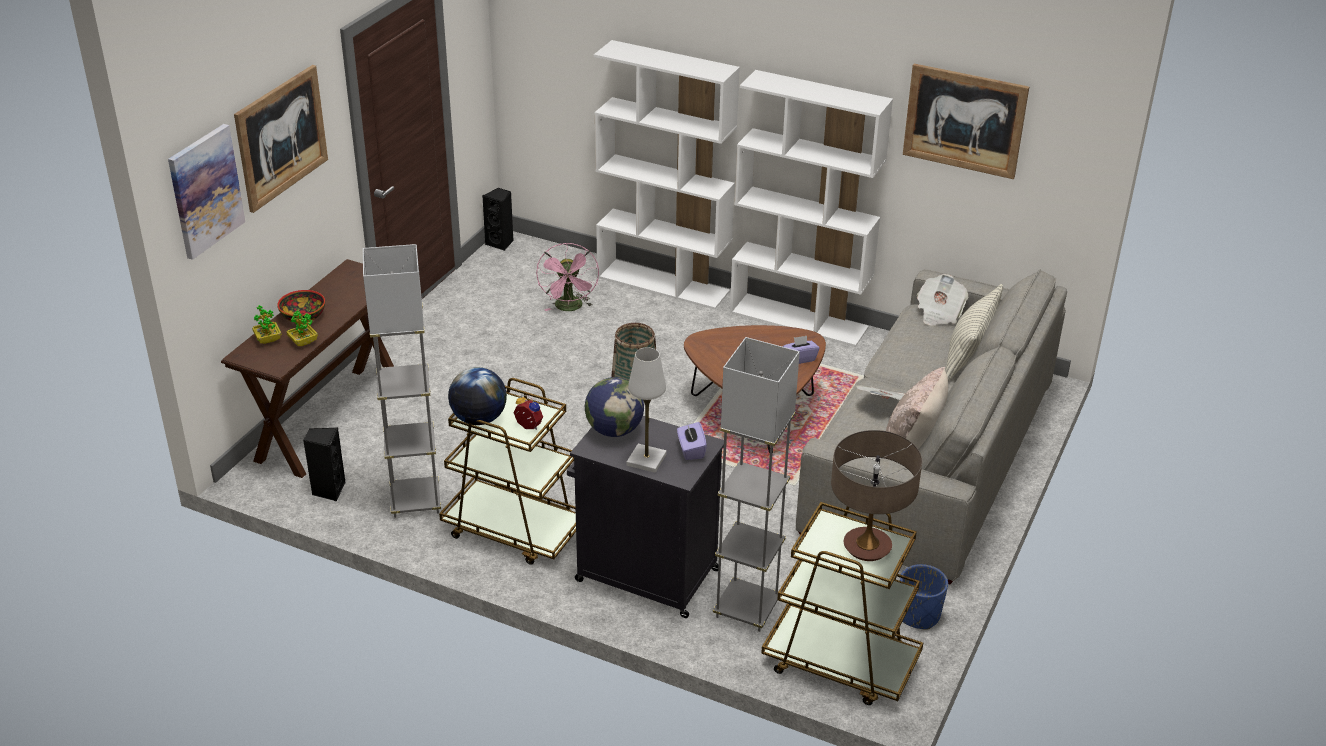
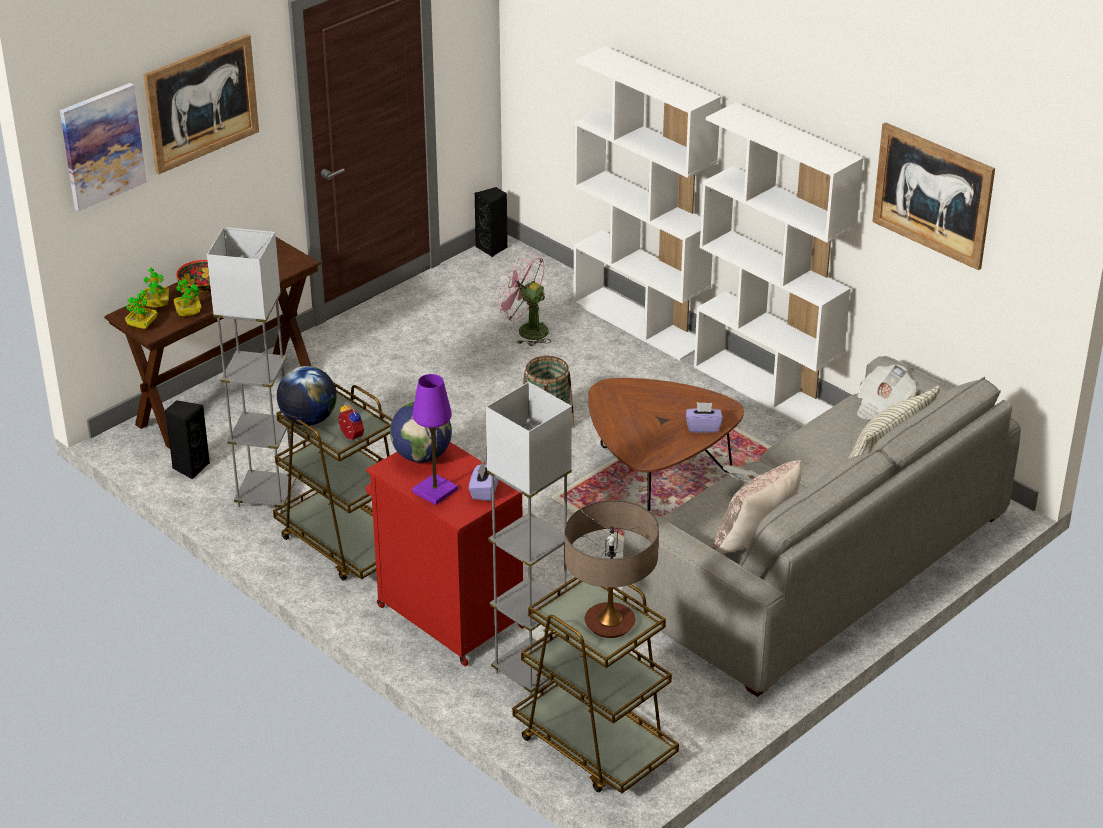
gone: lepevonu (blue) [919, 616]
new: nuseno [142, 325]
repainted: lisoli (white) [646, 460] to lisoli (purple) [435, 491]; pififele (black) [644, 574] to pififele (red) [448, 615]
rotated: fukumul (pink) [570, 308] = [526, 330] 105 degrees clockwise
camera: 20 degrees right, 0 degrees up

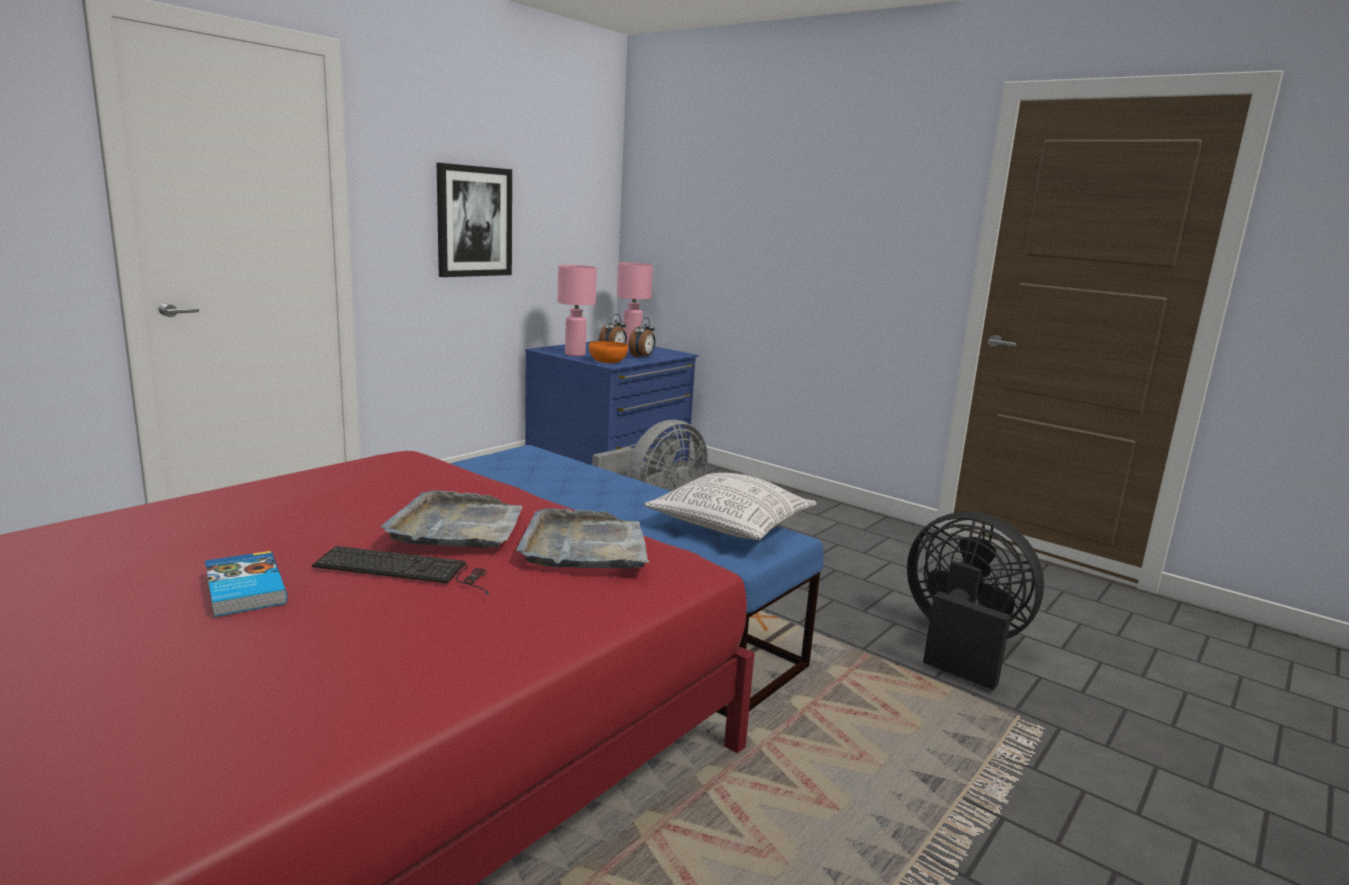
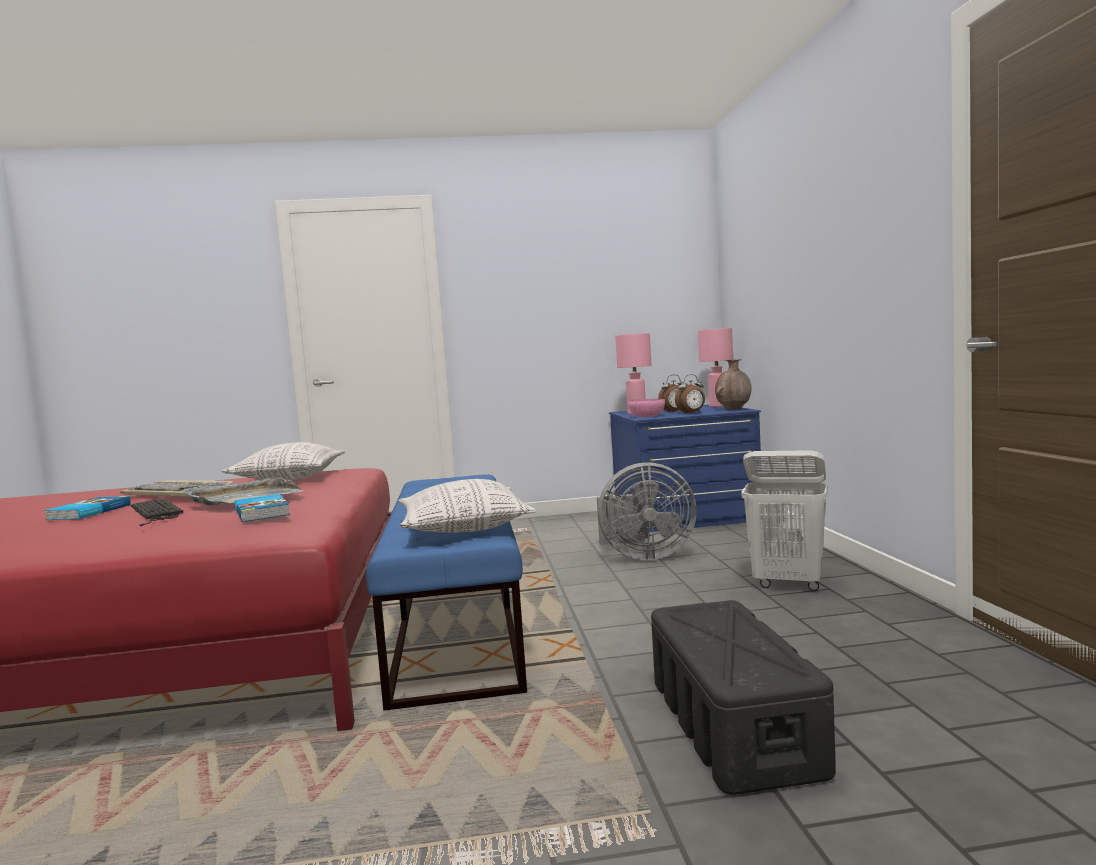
gone: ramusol [474, 221]
new: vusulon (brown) [734, 409]; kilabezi [289, 478]; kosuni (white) [788, 583]; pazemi [180, 493]
swapped: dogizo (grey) [585, 546] to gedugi [263, 512]; fukumul (black) [960, 645] to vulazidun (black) [732, 725]
repainted: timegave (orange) [607, 362] to timegave (pink) [646, 416]
camera: 45 degrees right, 10 degrees down

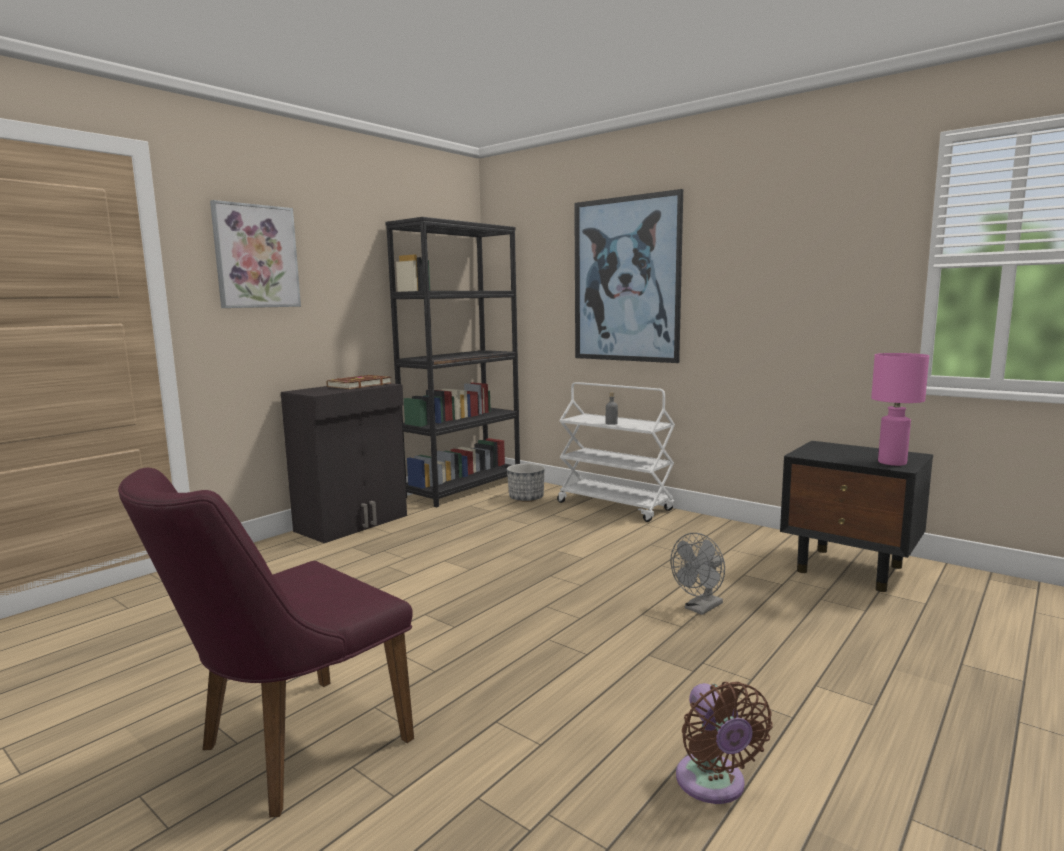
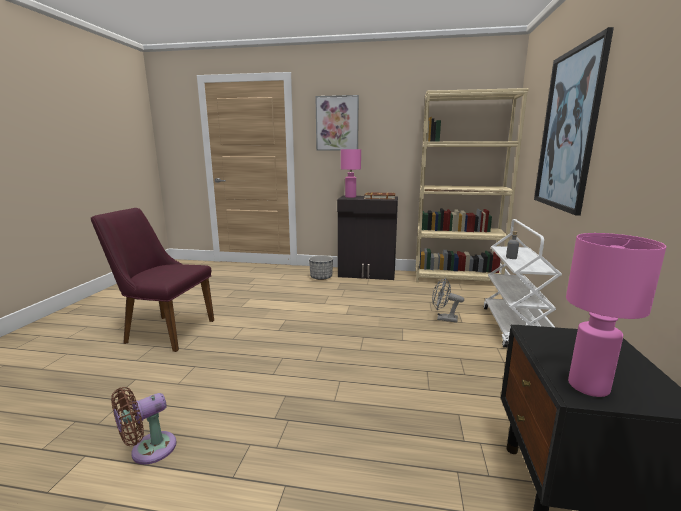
new: lisoli (pink) [350, 197]
shifted: lepevonu [526, 498] to [321, 277]; fukumul (grey) [700, 608] to [443, 319]
repainted: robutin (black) [464, 488] to robutin (beige) [456, 278]
camera: 60 degrees right, 5 degrees up

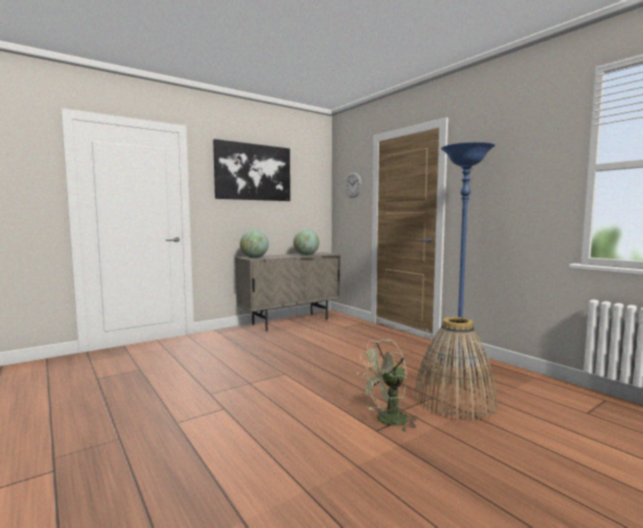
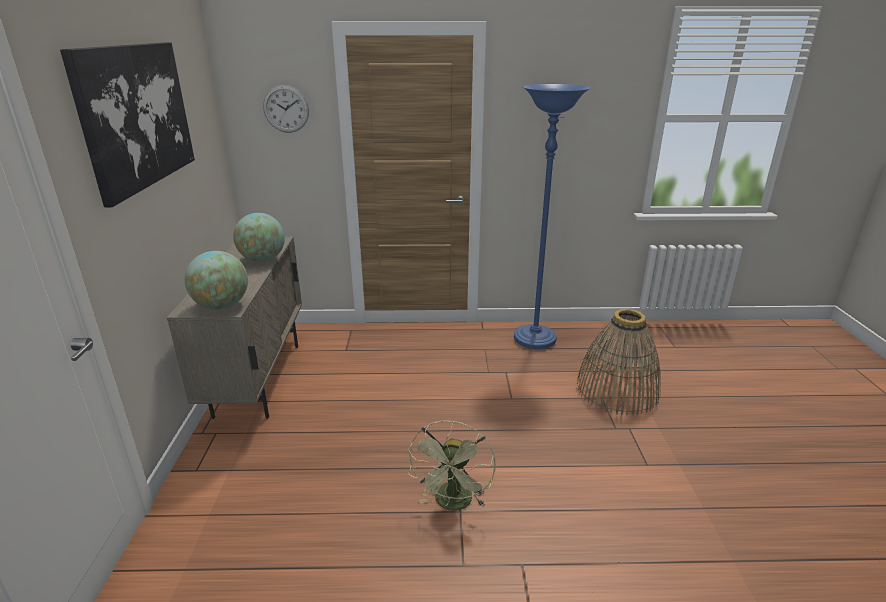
shifted: fukumul (green) [386, 420] to [453, 504]
camera: 55 degrees left, 20 degrees up

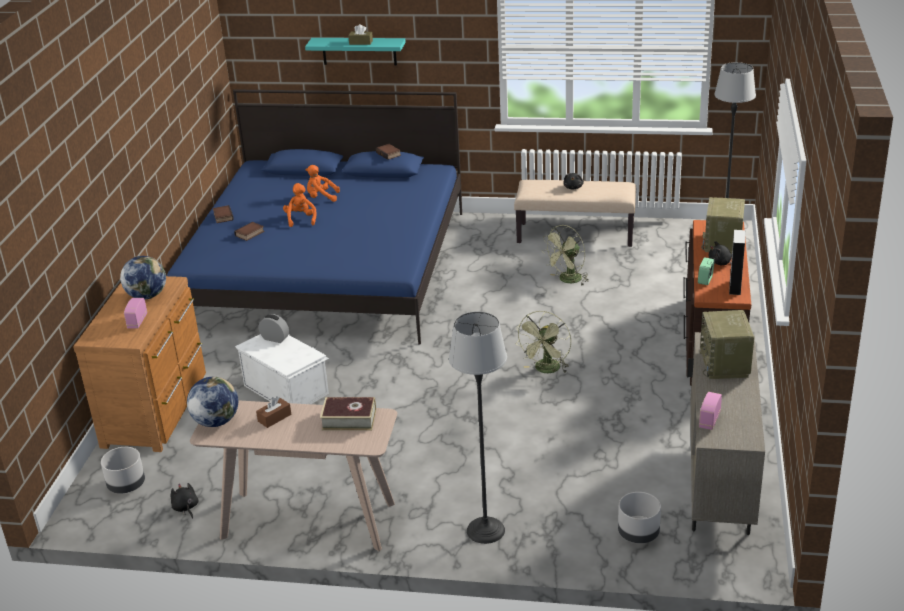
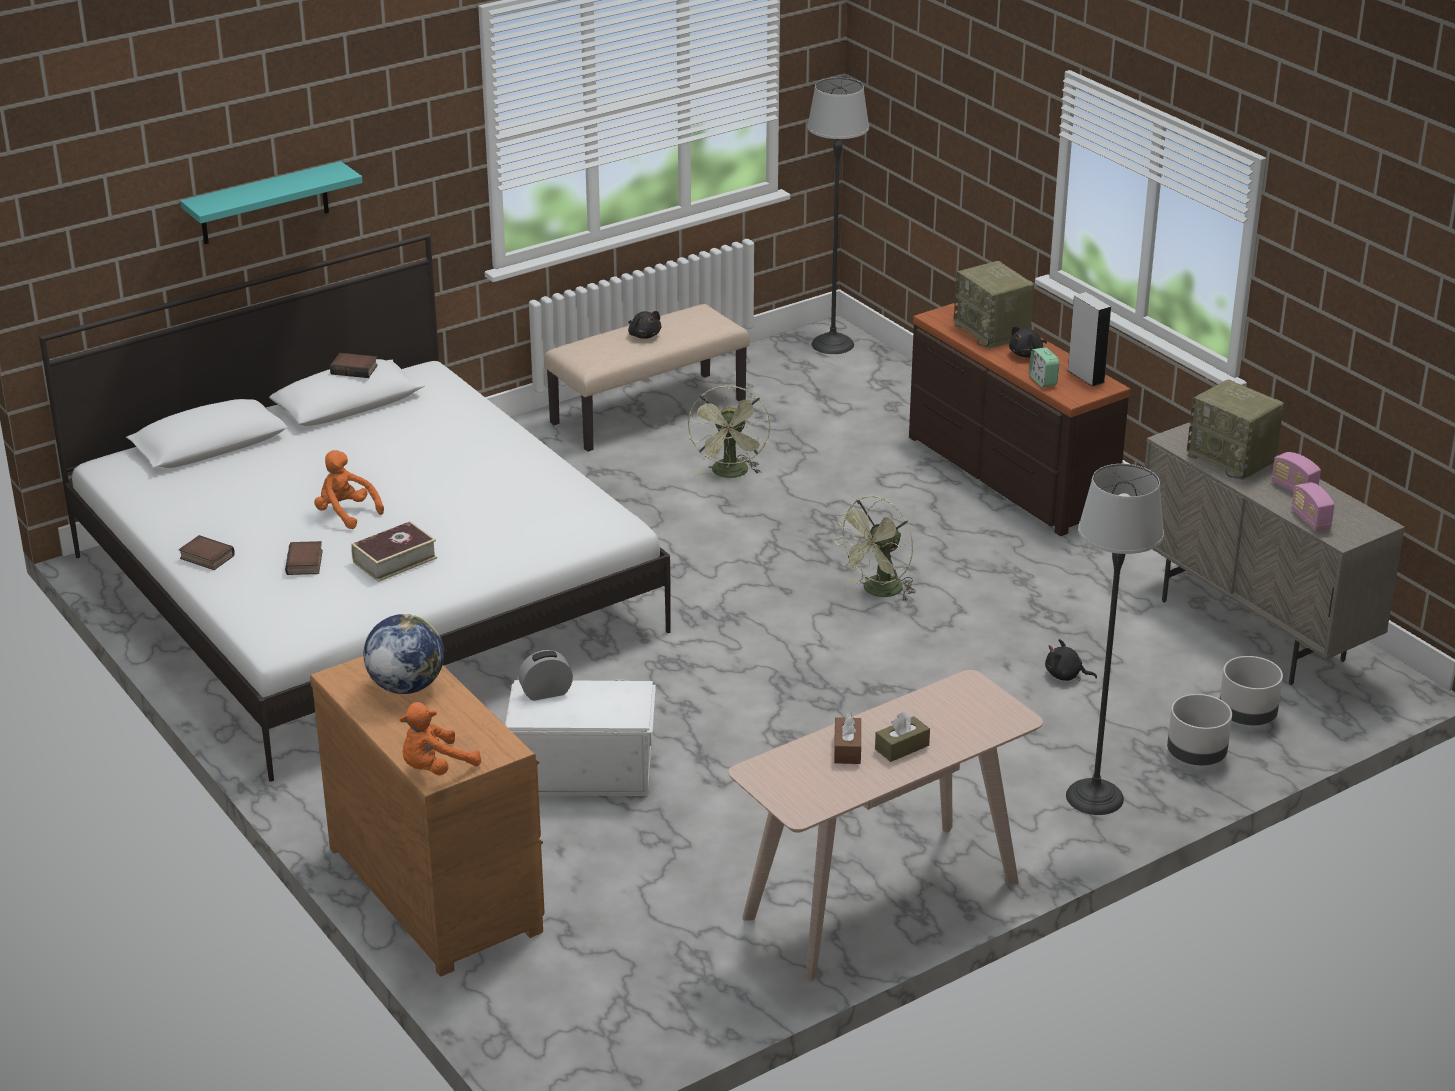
gone: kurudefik [216, 421]
shifted: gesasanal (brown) [361, 42] to [902, 747]; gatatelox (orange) [321, 197] to [435, 768]; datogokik [137, 321] to [1293, 489]; gedugi [349, 419] to [394, 560]; lepevonu (grey) [127, 485] to [1196, 754]; gatatelox (black) [185, 508] to [1065, 675]
repainted: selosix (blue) [328, 269] to selosix (white) [366, 592]
rotated: fukumul (green) [546, 370] = [878, 592] 60 degrees clockwise
camera: 45 degrees left, 0 degrees up

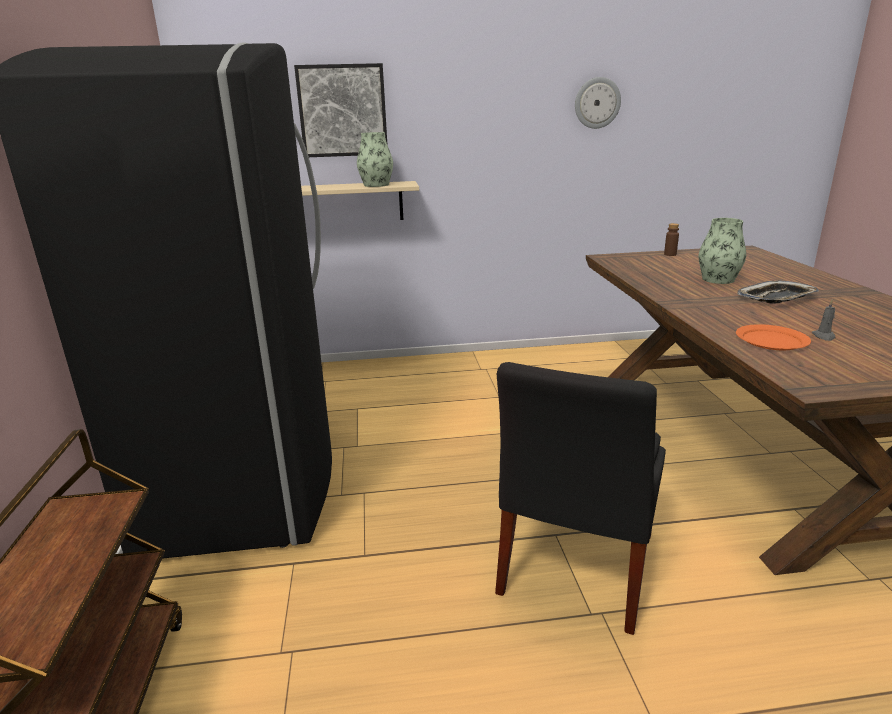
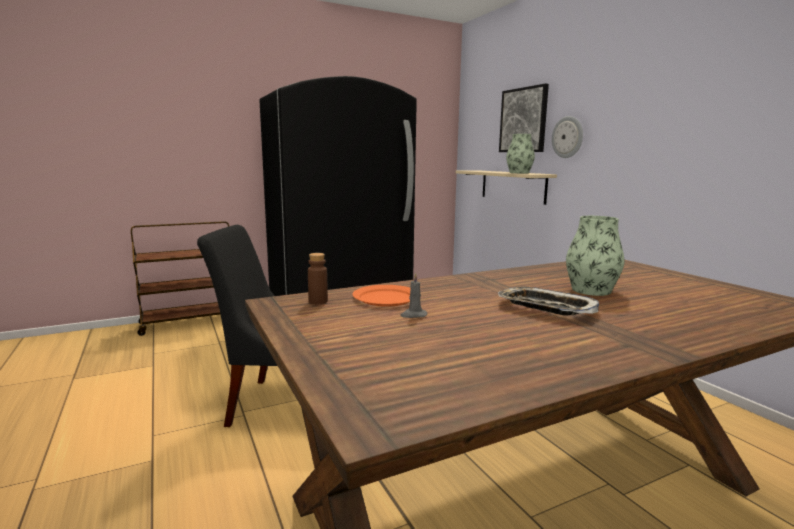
shifted: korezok [597, 103] to [568, 137]; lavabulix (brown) [670, 254] to [318, 301]
camera: 70 degrees right, 10 degrees down

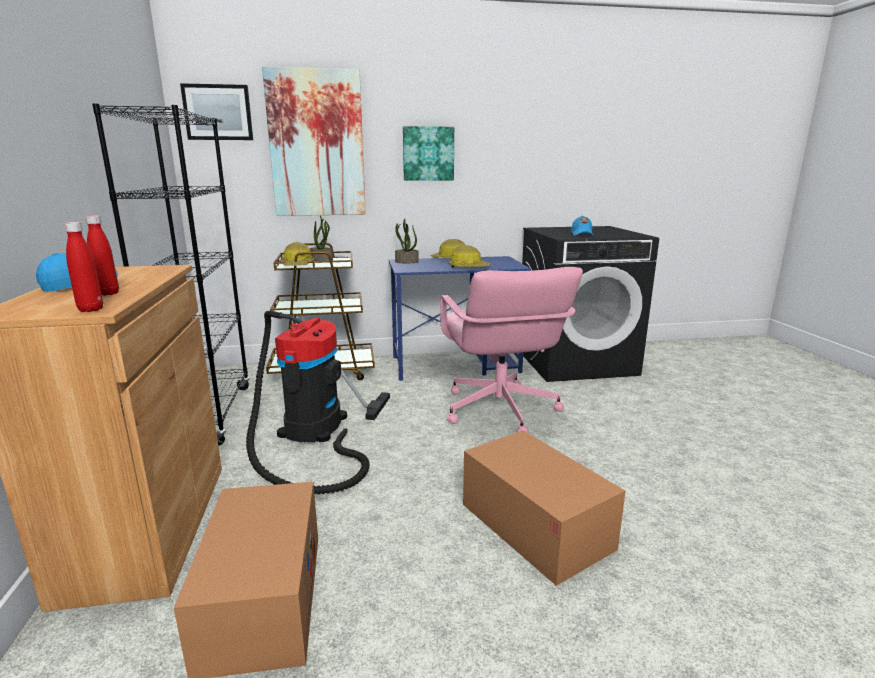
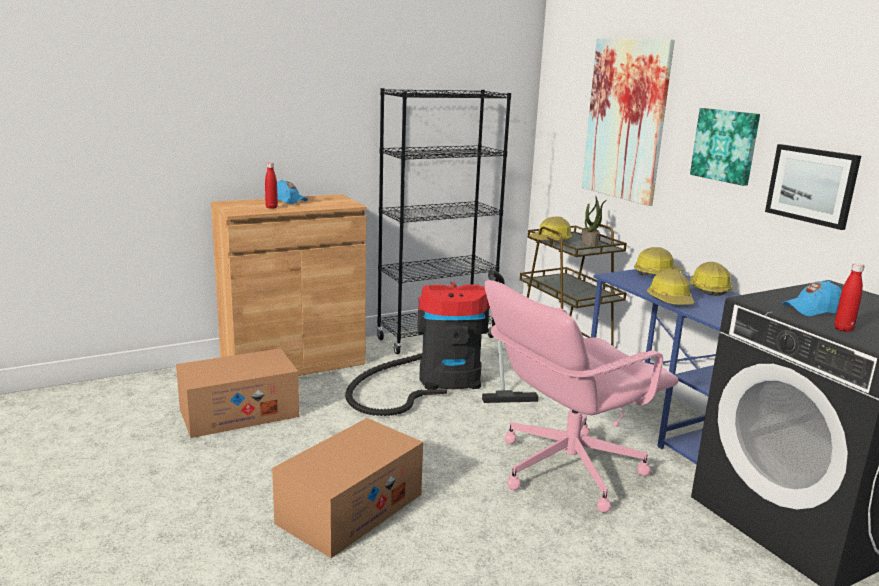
shifted: ramusol [218, 112] to [812, 185]; lavabulix (red) [91, 309] to [843, 329]
swapped: nuseno [406, 262] to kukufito [656, 273]
camera: 70 degrees right, 0 degrees up

